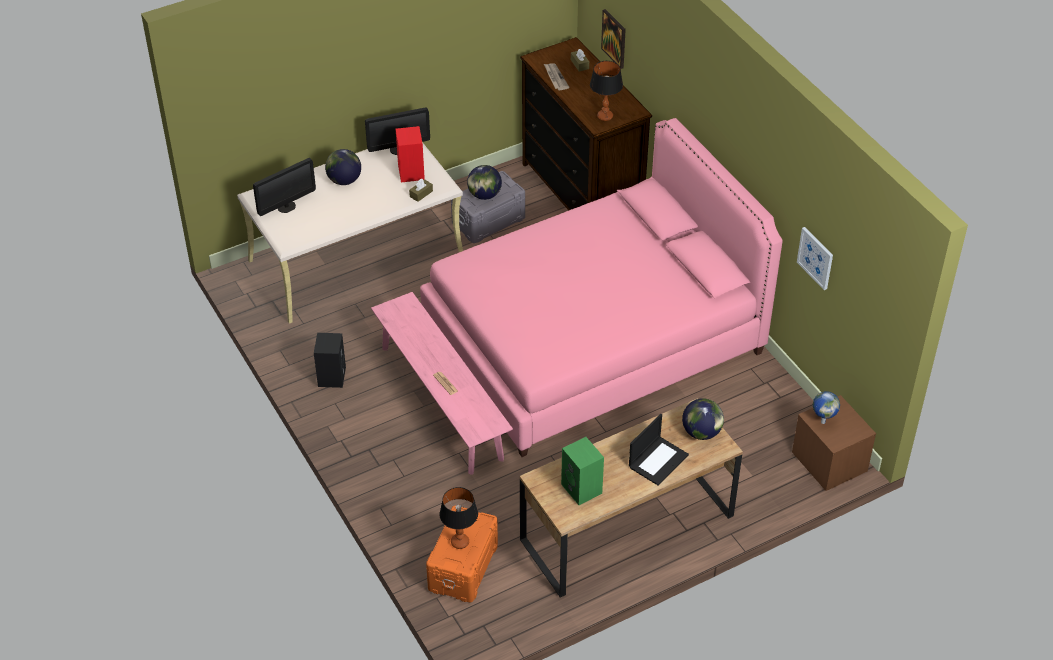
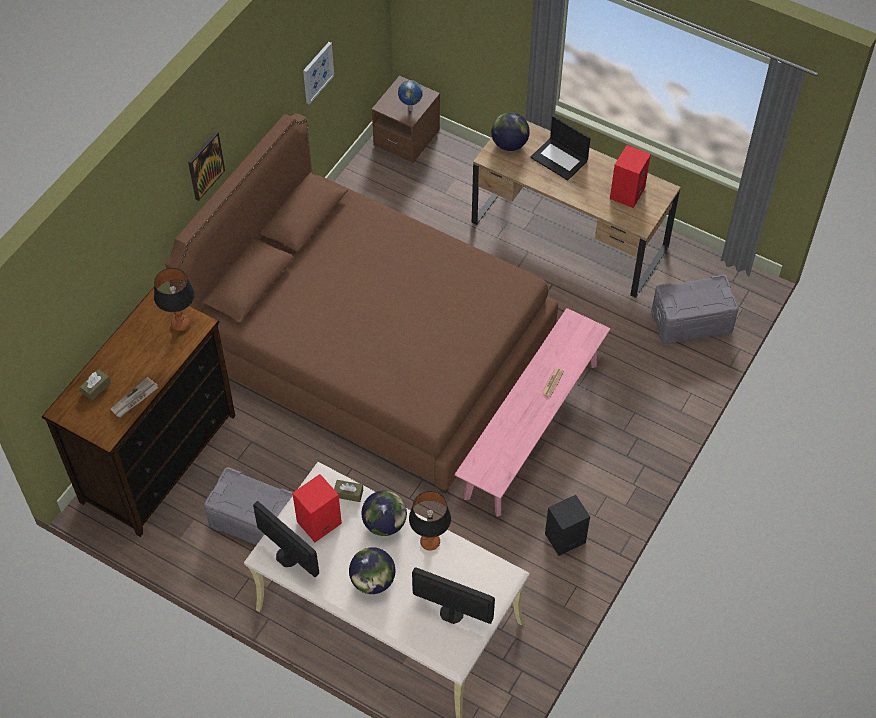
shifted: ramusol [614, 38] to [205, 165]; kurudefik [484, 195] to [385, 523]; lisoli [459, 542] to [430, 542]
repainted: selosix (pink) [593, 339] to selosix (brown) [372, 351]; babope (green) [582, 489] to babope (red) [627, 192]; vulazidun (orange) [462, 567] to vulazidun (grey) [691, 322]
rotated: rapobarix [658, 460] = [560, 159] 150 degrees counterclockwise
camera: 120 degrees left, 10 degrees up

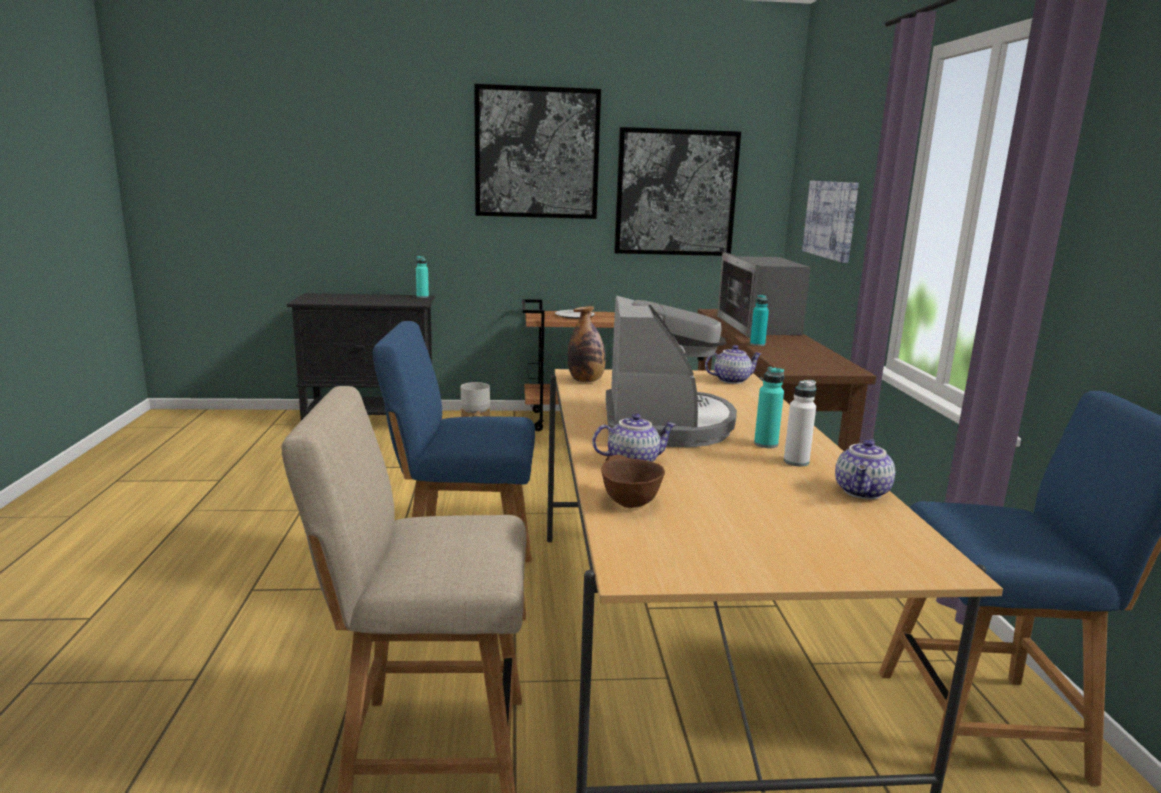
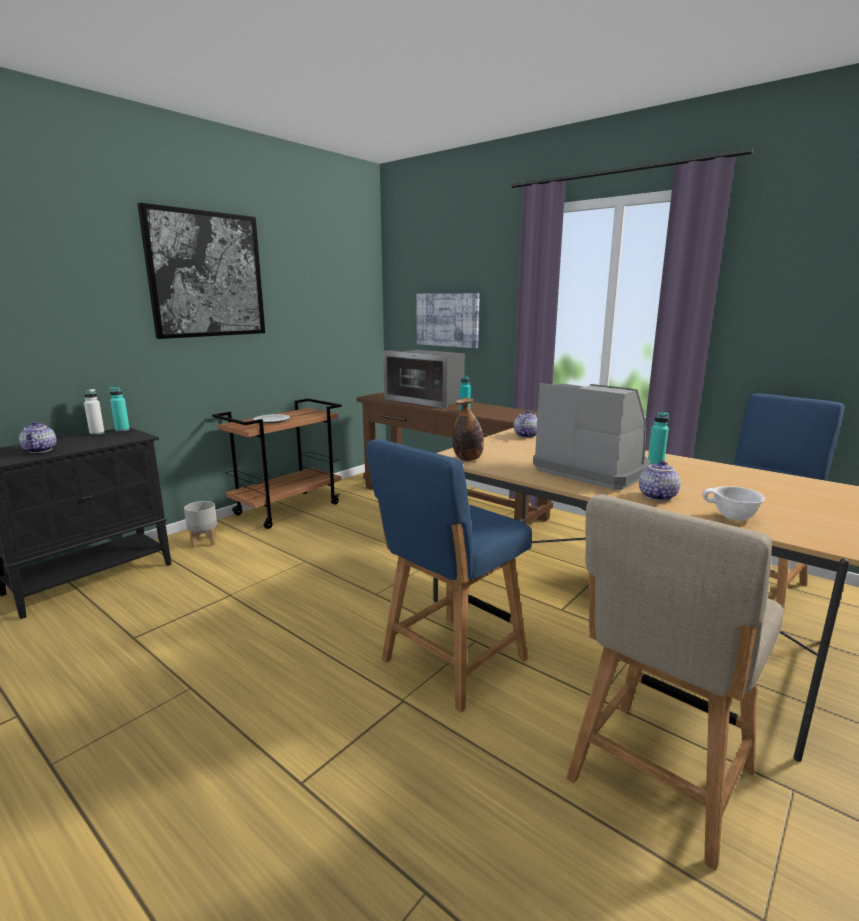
gone: ramusol [675, 193]
shifted: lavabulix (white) [796, 462] to [97, 433]; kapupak [863, 492] to [41, 450]
repainted: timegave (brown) [628, 503] to timegave (white) [732, 518]
camera: 45 degrees left, 0 degrees up

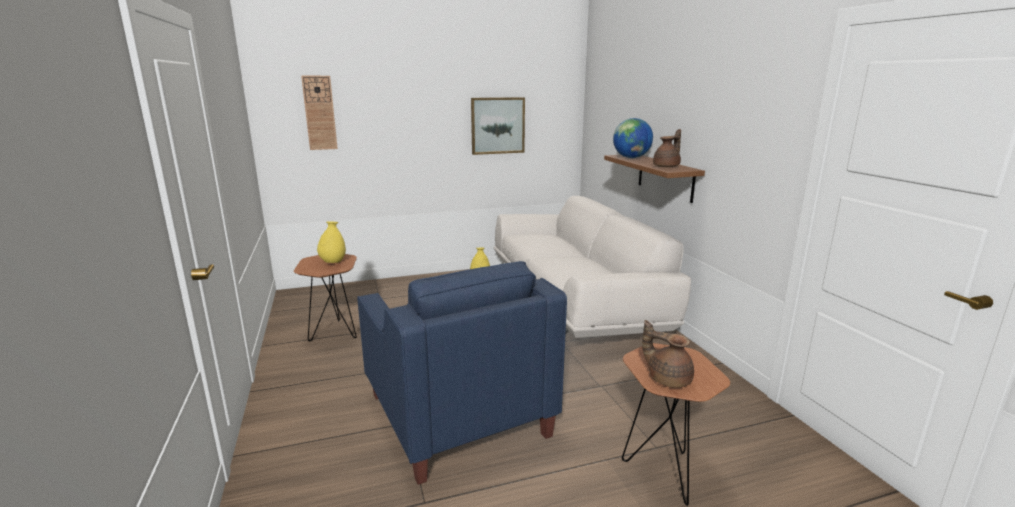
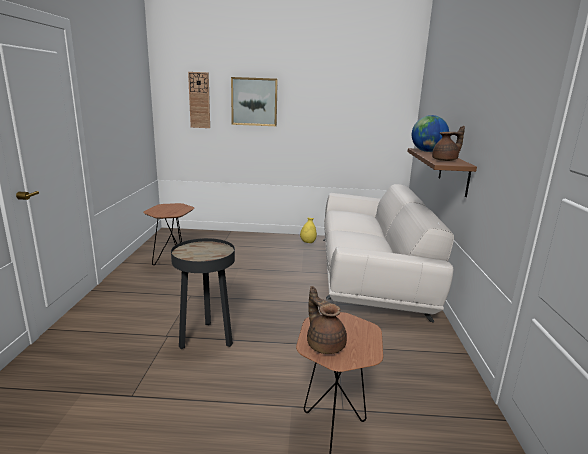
gone: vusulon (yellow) [333, 262]
shifted: ramusol [497, 125] to [254, 102]
swapped: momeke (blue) [457, 414] to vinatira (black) [206, 339]
camera: 20 degrees right, 0 degrees up

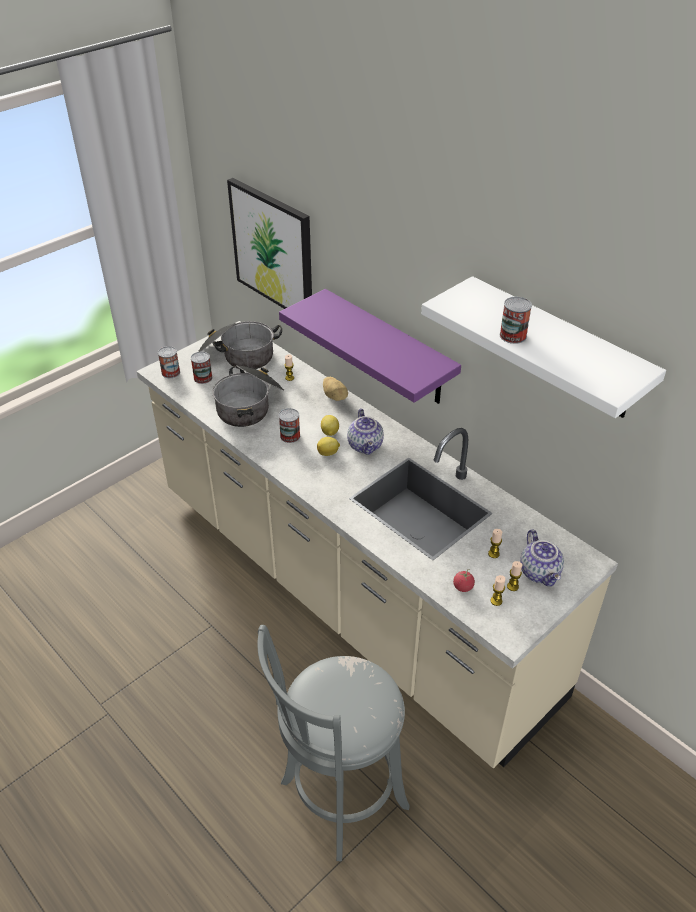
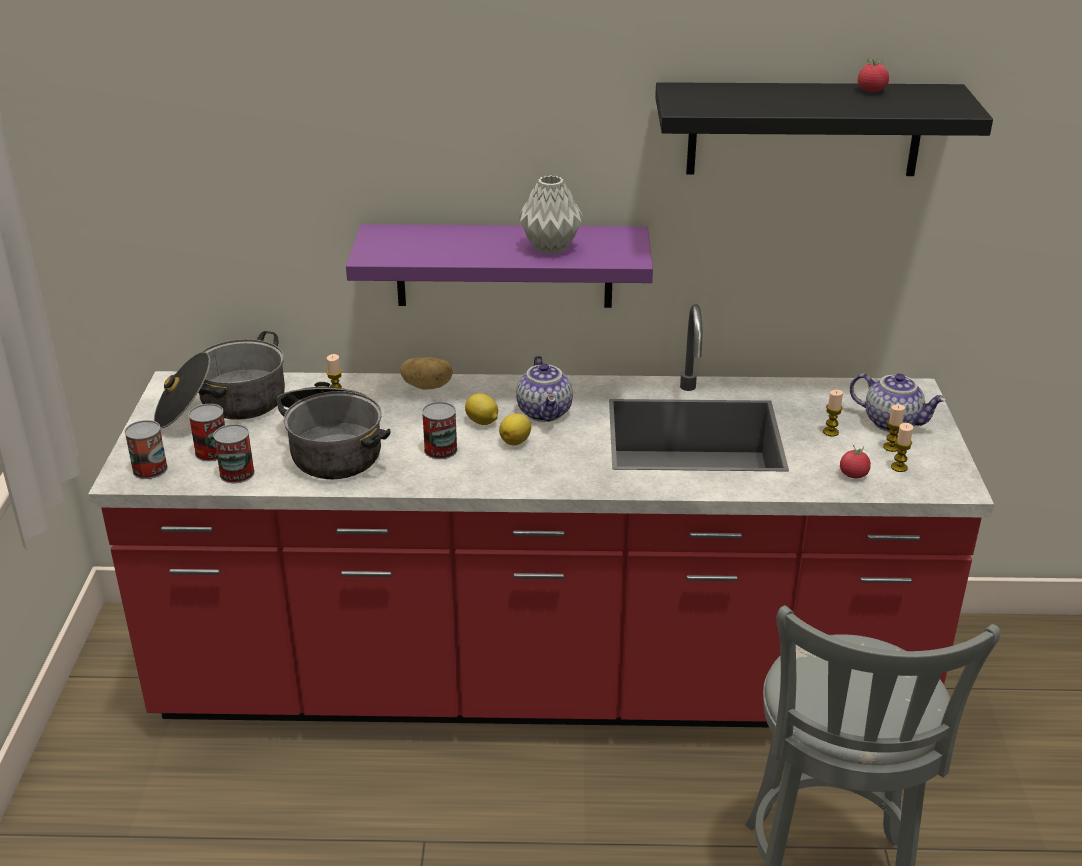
gone: ramusol [273, 249]
new: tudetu [871, 91]; vusulon (grey) [549, 248]
shifted: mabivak [513, 336] to [237, 473]
repainted: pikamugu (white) [556, 349] to pikamugu (black) [804, 129]; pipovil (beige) [348, 590] to pipovil (red) [541, 682]
rotated: kapupak [366, 446] = [546, 412] 45 degrees clockwise
camera: 45 degrees left, 10 degrees down

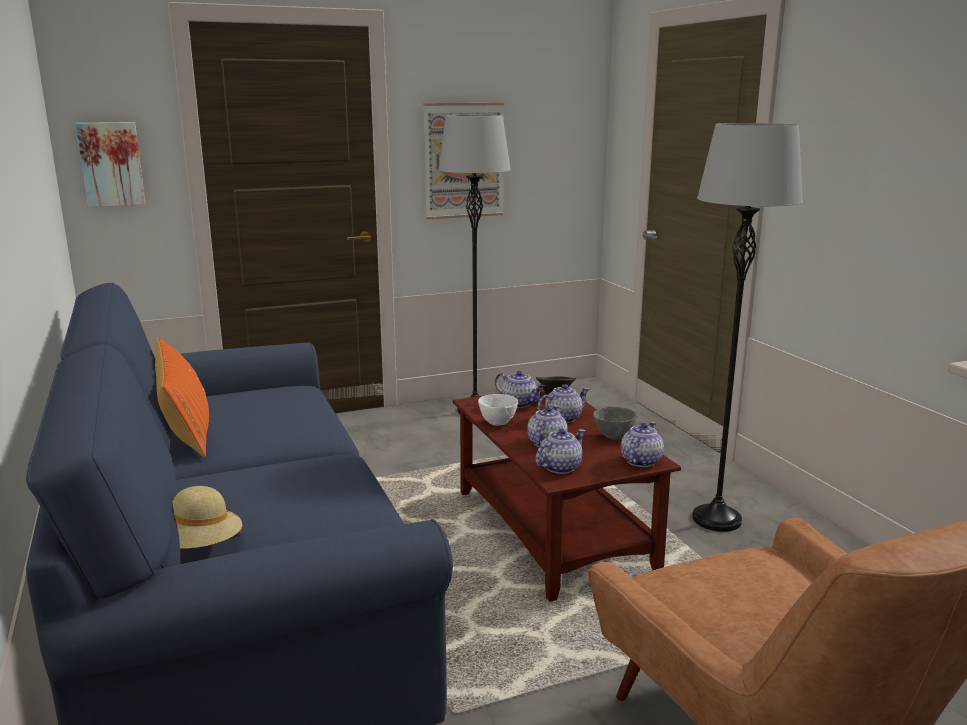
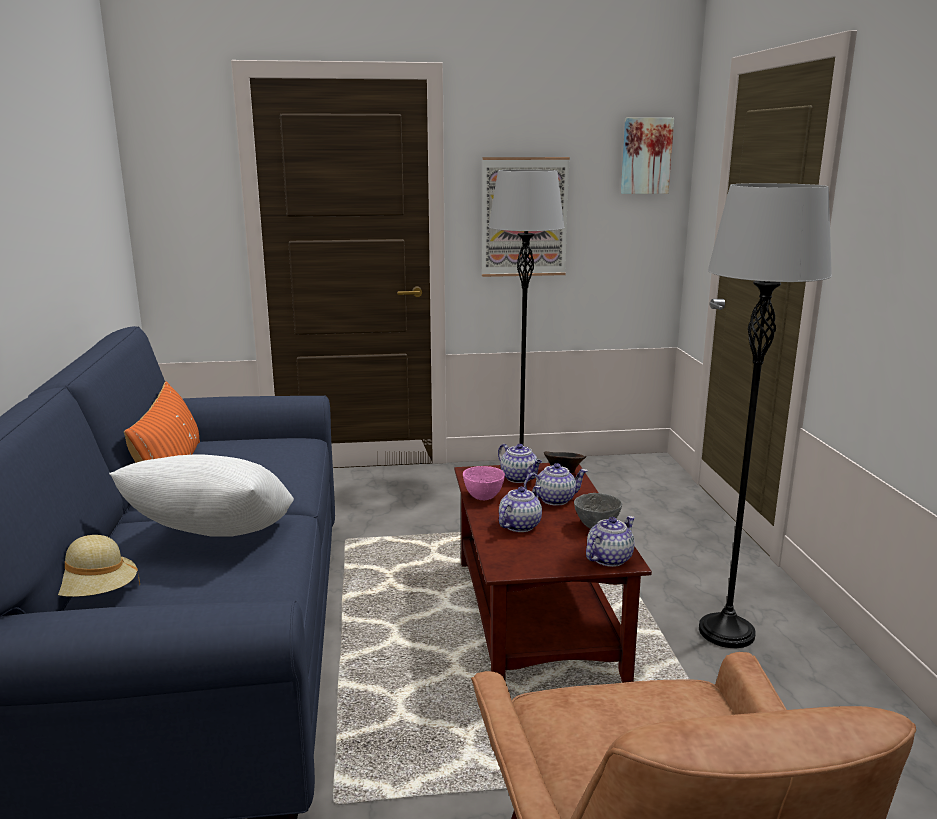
gone: kapupak [560, 467]
new: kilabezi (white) [214, 541]
shifted: ramusol [111, 164] to [645, 156]
repainted: timegave (white) [497, 423] to timegave (pink) [482, 497]
camera: 15 degrees right, 0 degrees up

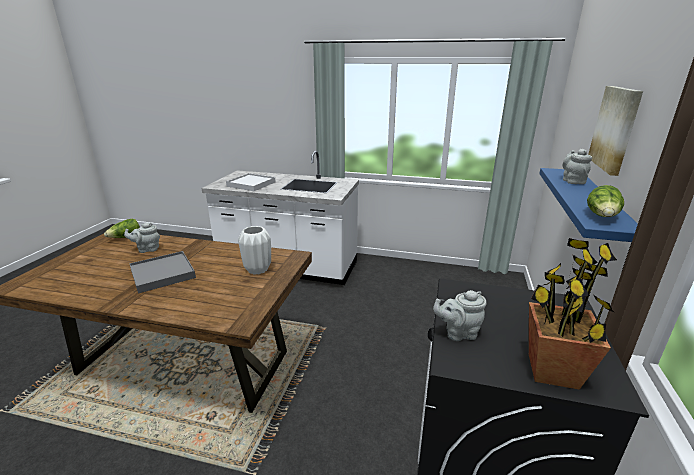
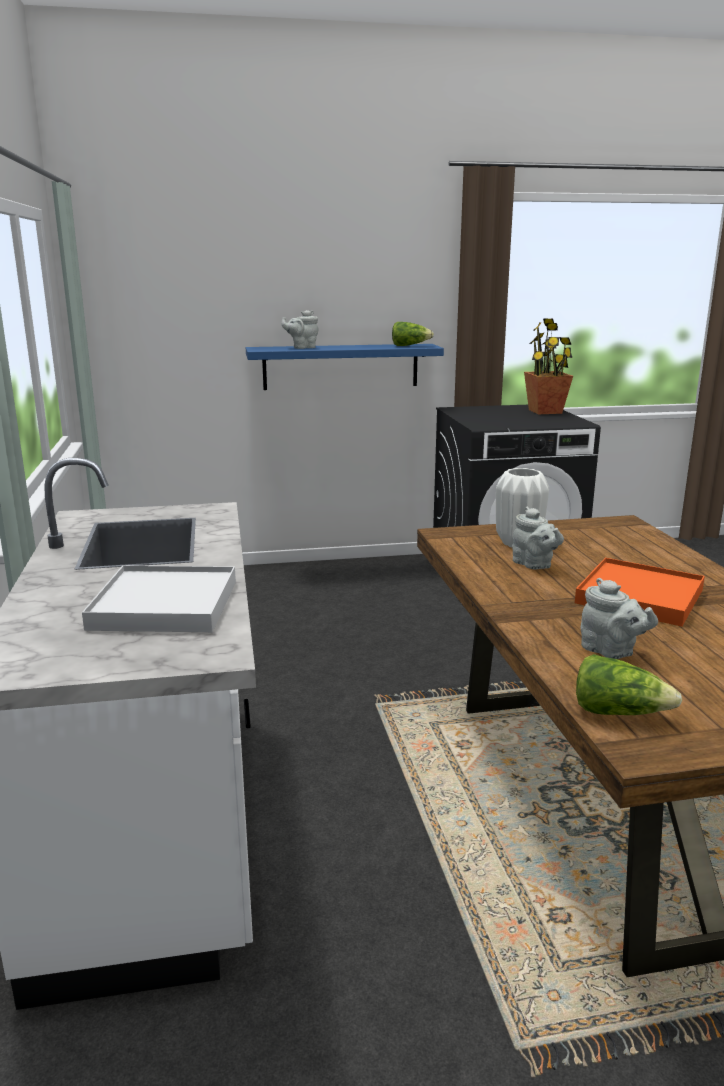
gone: ramusol [615, 128]
shifted: kapupak (grey) [458, 333] to [534, 565]
repainted: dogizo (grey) [162, 274] to dogizo (orange) [640, 597]
camera: 115 degrees left, 5 degrees down

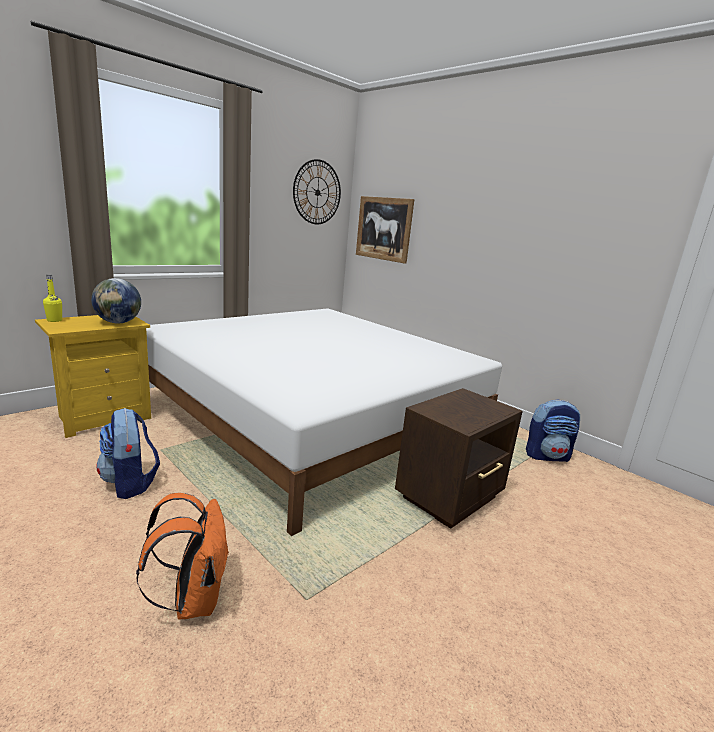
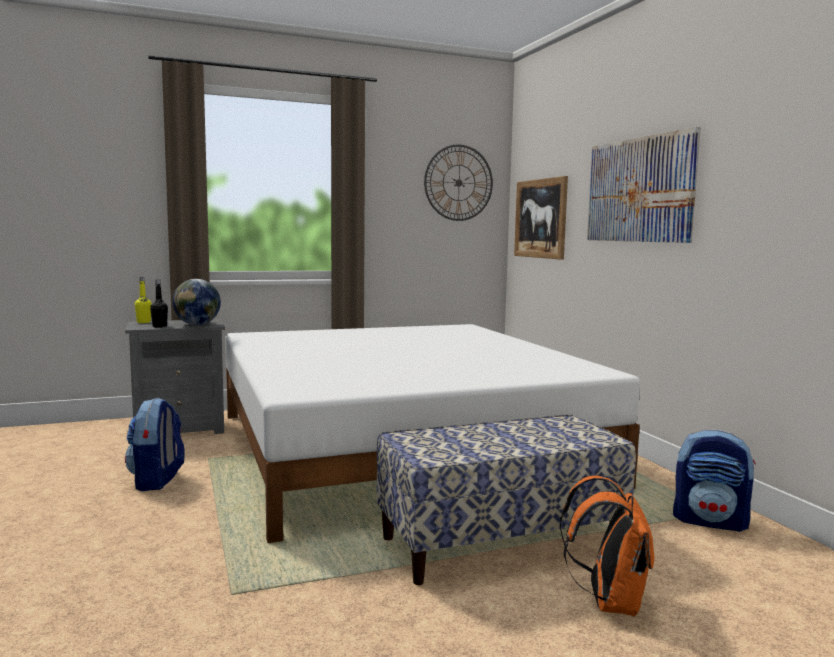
new: ramusol [639, 190]; lavabulix (black) [159, 326]
shifted: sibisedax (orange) [193, 599] to [609, 602]
swapped: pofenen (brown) [451, 498] to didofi [500, 542]
repainted: pofenen (yellow) [103, 417] to pofenen (grey) [180, 428]
camera: 25 degrees right, 10 degrees down

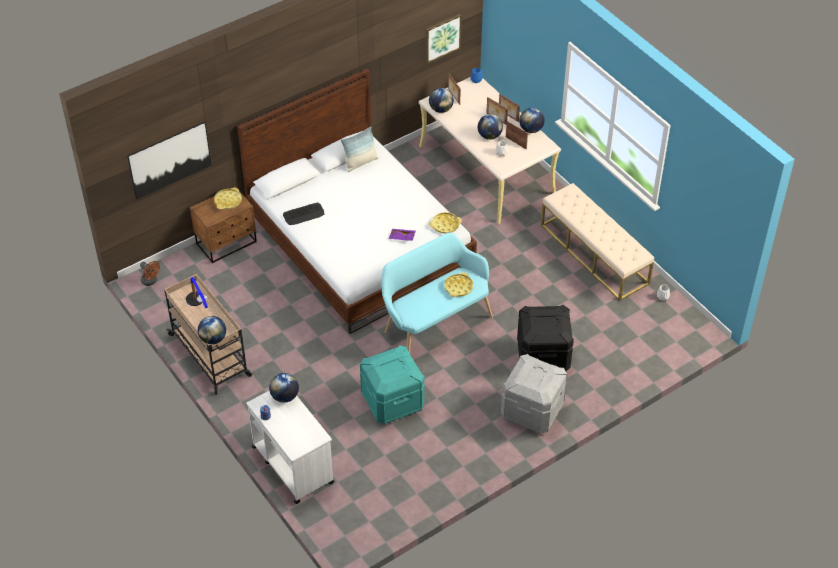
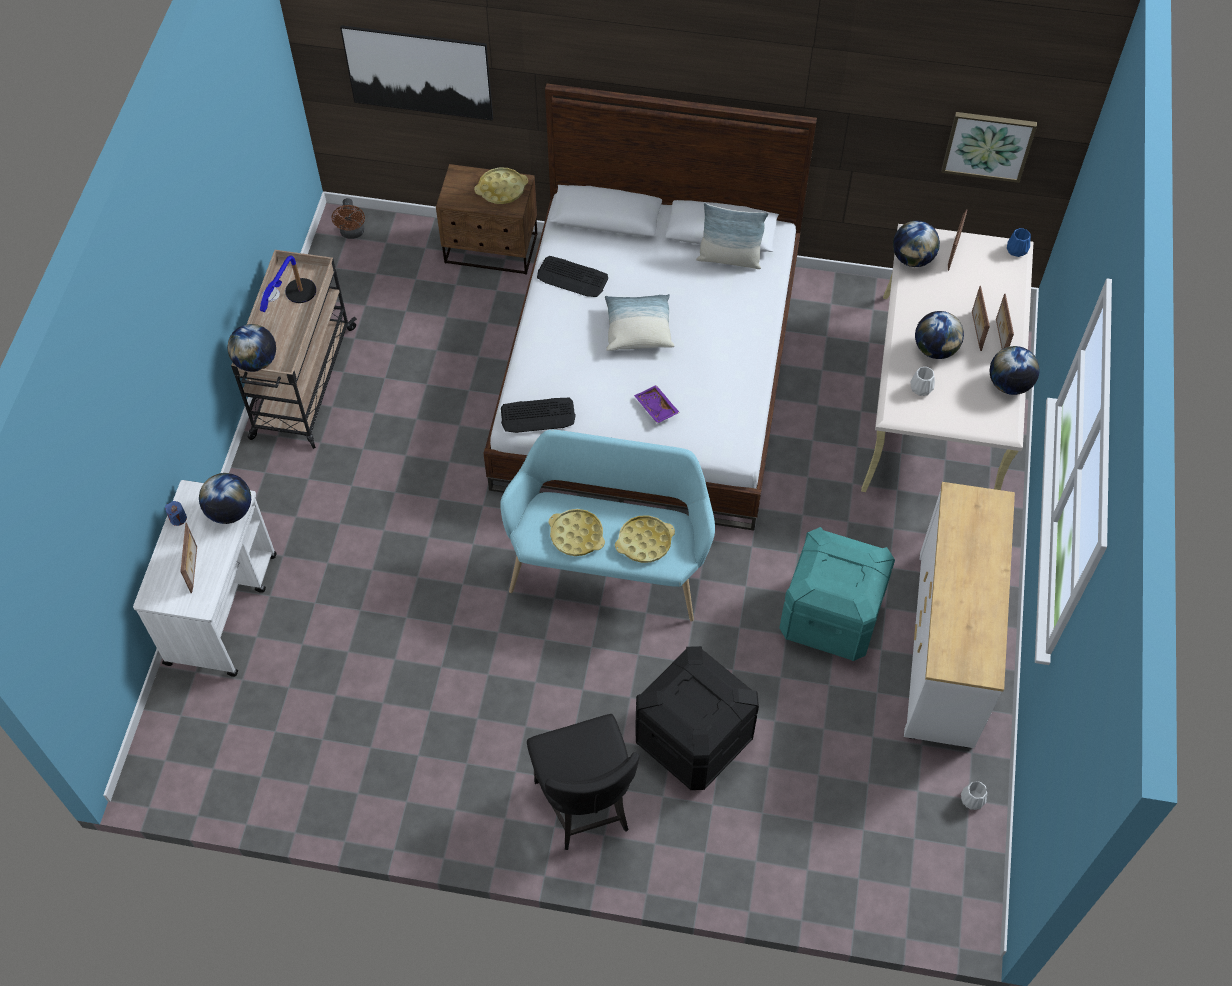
new: kilabezi [638, 329]; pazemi [538, 415]
shifted: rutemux [516, 142] to [194, 569]; dogizo (yellow) [445, 225] to [576, 535]; vulazidun (turquoise) [392, 401] to [830, 617]
swapped: didofi (beige) [594, 254] to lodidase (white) [946, 647]; vulazidun (grey) [532, 411] to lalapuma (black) [585, 806]
camera: 45 degrees right, 10 degrees up

